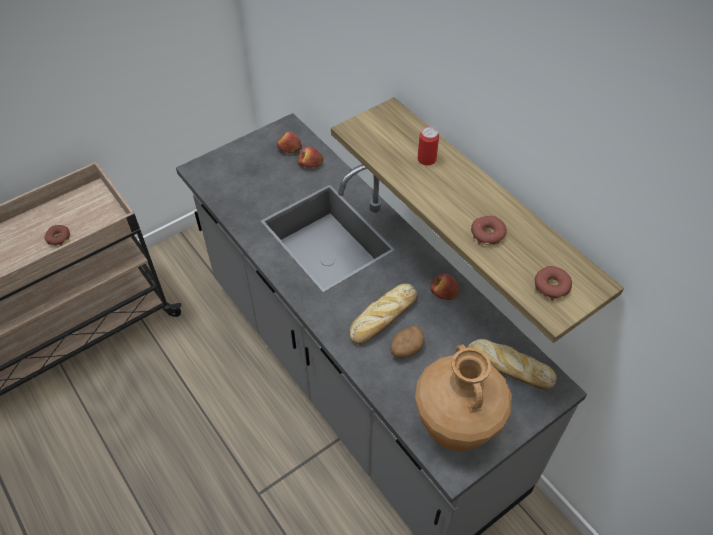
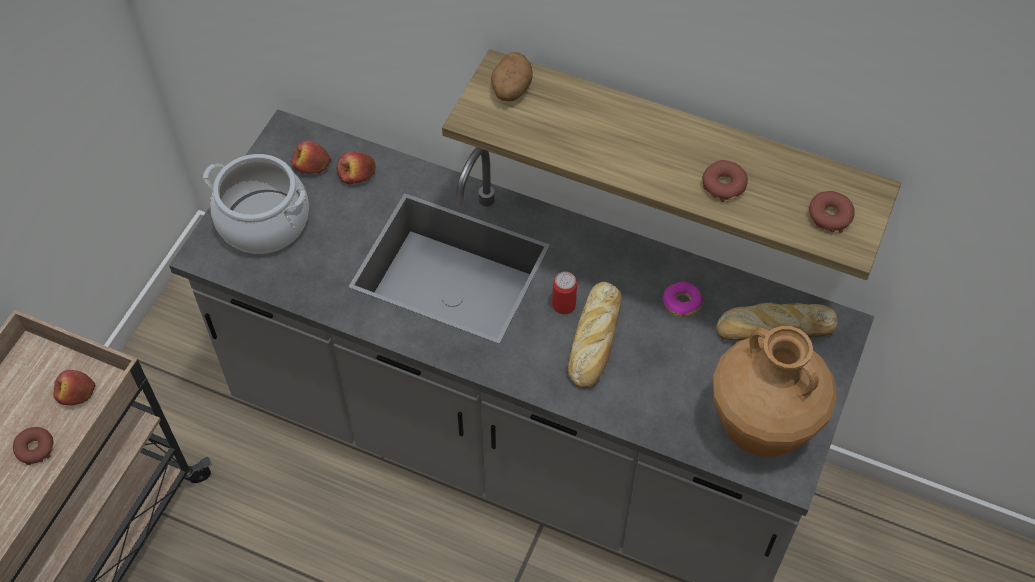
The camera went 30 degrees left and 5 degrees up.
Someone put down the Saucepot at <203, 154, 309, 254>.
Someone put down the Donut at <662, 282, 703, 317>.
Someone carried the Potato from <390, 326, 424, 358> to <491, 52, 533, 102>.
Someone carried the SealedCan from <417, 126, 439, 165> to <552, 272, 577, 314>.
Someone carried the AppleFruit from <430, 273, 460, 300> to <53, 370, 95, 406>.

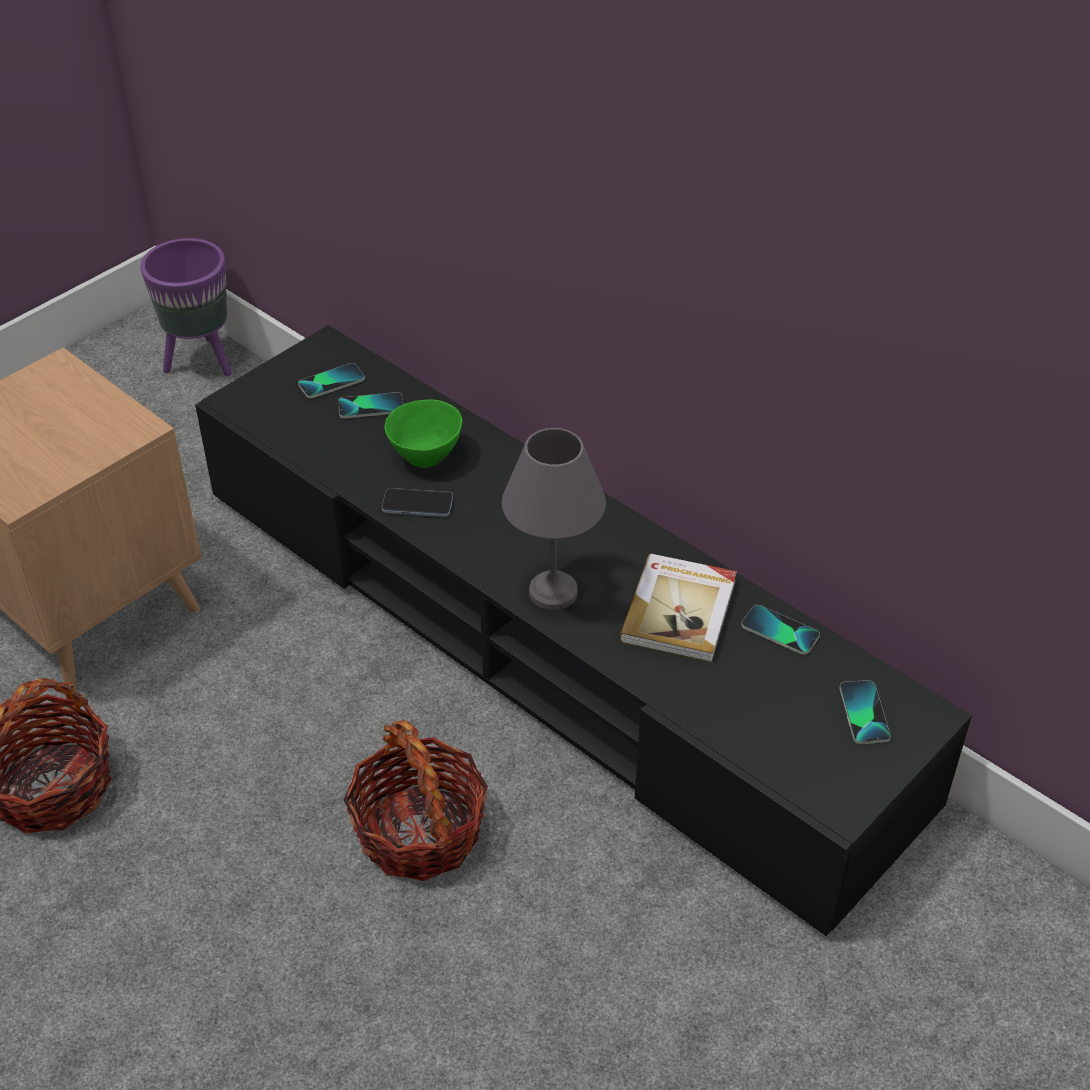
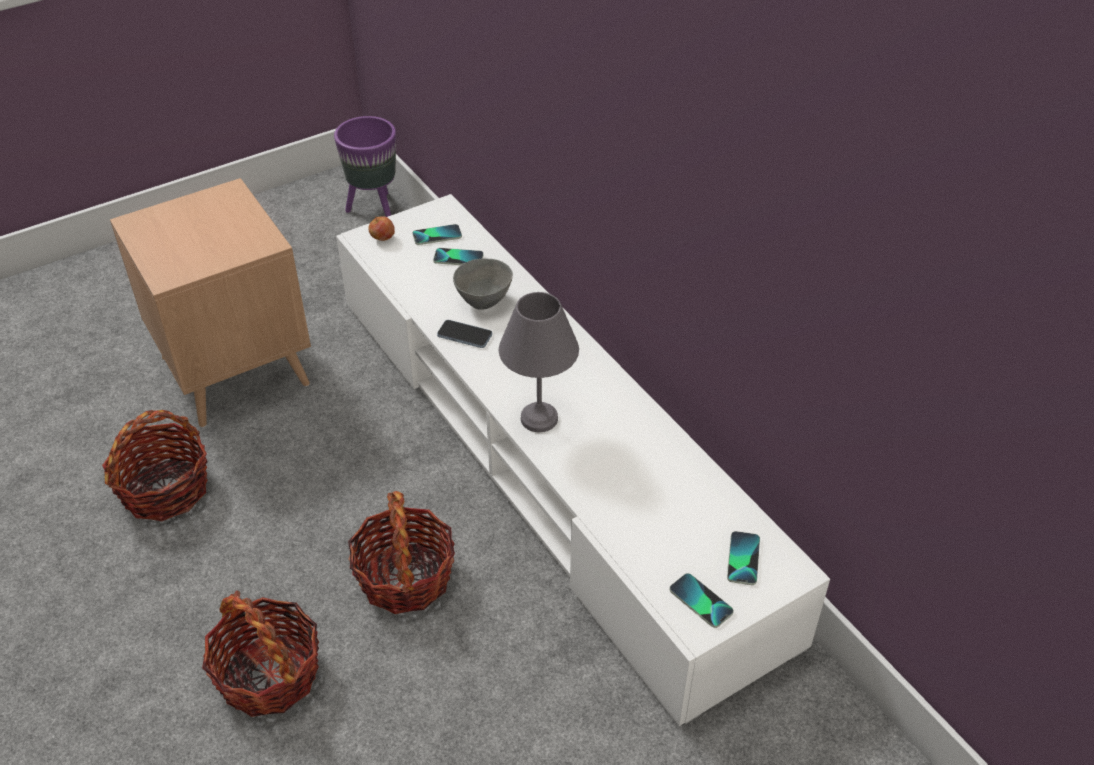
The camera went 15 degrees right and 0 degrees up.
Someone took away the BoundBook at <619, 554, 737, 663>.
Someone put down the StorageBasket at <202, 590, 319, 717>.
Someone put down the AppleFruit at <368, 216, 395, 241>.
Someone carried the Handset from <742, 605, 820, 655> to <669, 573, 734, 628>.
Someone repainted the BlackishTvStand at <195, 325, 972, 936>, which became the WhitishTvStand at <336, 194, 830, 726>.
Someone repainted the GreenishServingBowl at <385, 399, 463, 468>, which became the GrayServingBowl at <453, 258, 513, 310>.

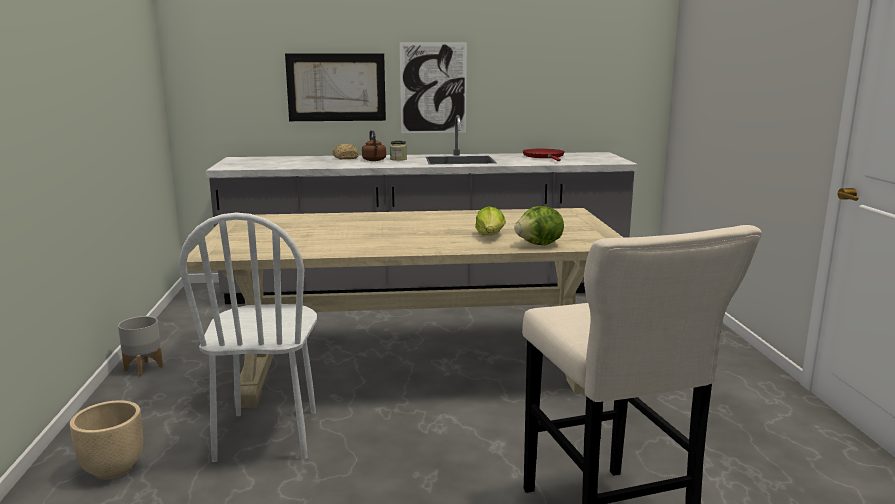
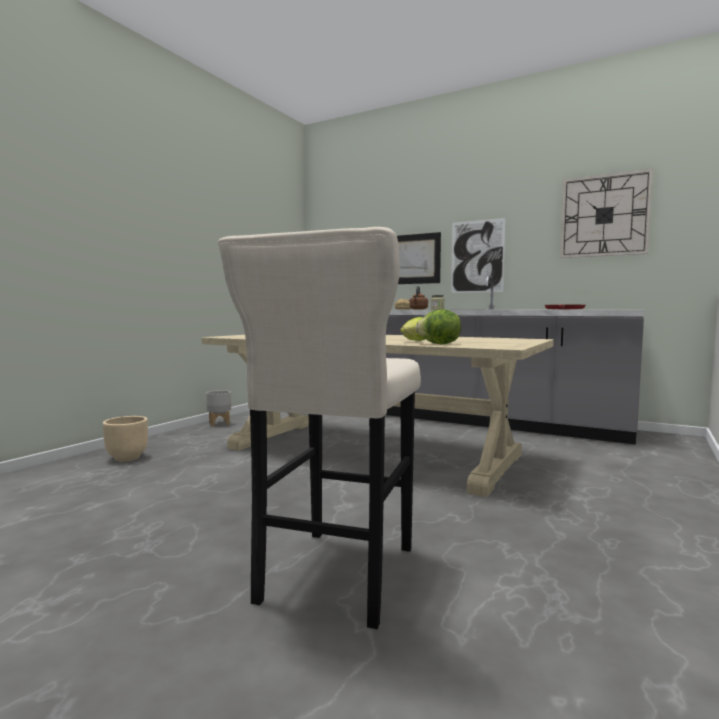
The camera went 35 degrees right and 10 degrees down.
Someone took away the WhitishChair at <179, 213, 317, 462>.
Someone put up the ClockOnTheWall at <560, 169, 653, 258>.

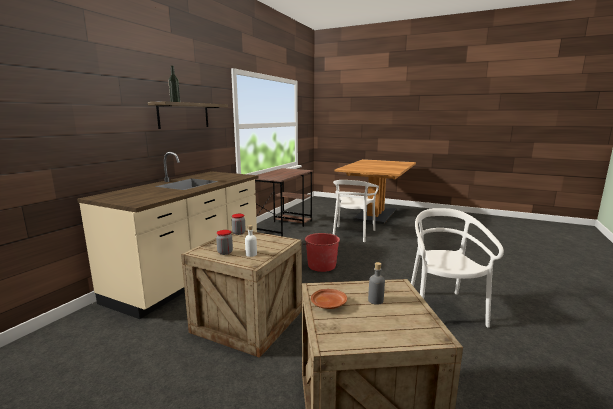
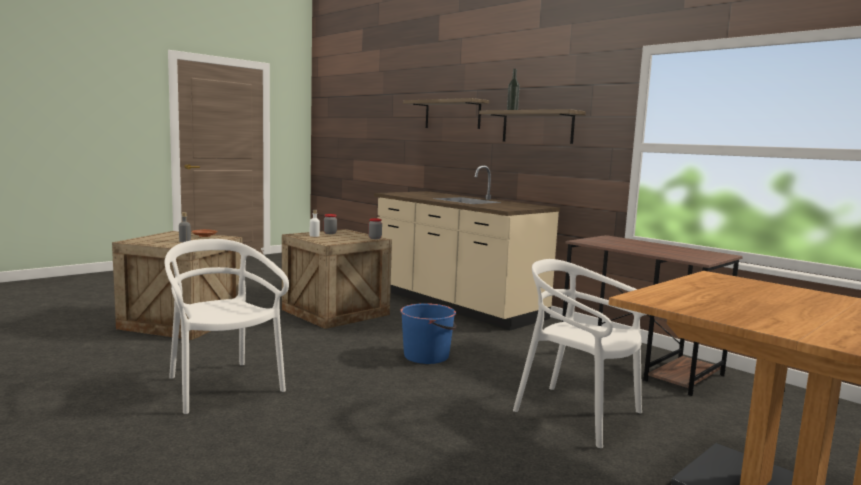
The camera went 110 degrees right and 5 degrees down.
Someone put up the Shelf at <403, 98, 489, 129>.
Someone repainted the RedBucket at <303, 233, 340, 272>, which became the BluishBucket at <400, 303, 457, 364>.
Someone rotated the WhitishChair at <411, 208, 504, 328> by 150 degrees counterclockwise.

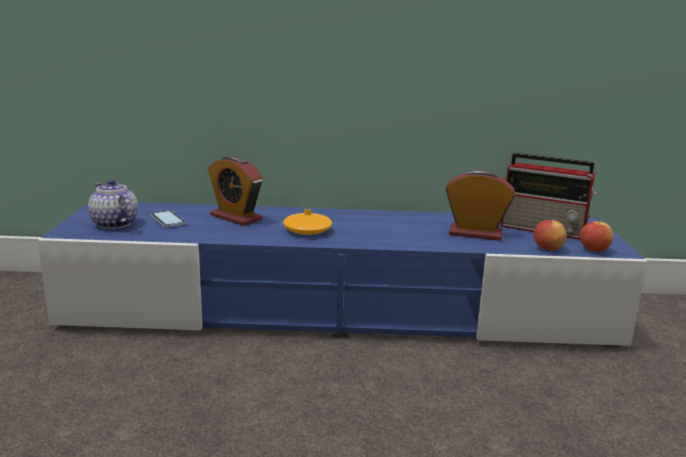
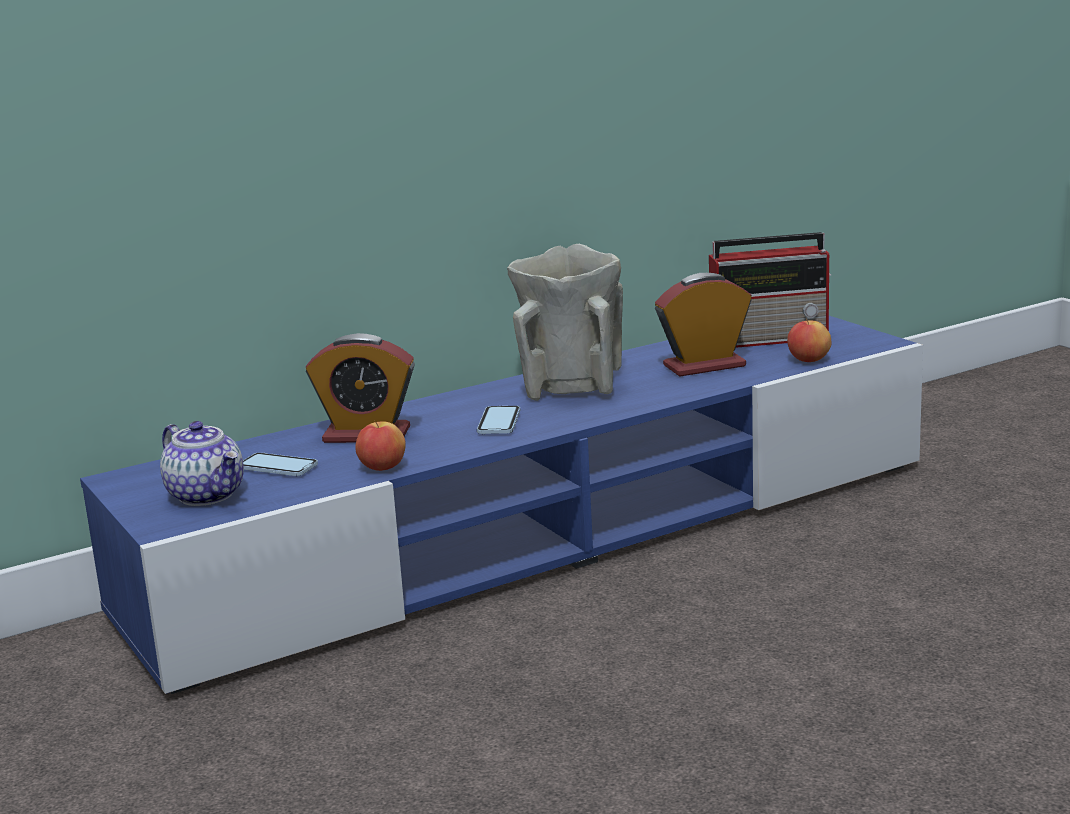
The camera went 30 degrees left and 0 degrees up.
Someone put down the BeigeColouredVase at <507, 244, 623, 401>.
Someone carried the AppleFruit from <580, 220, 614, 252> to <355, 421, 406, 471>.
Someone swapped the OrangeColouredVase at <283, 209, 332, 235> for the Handset at <477, 406, 520, 434>.
Someone rotated the Teapot at <88, 179, 138, 229> by 150 degrees counterclockwise.

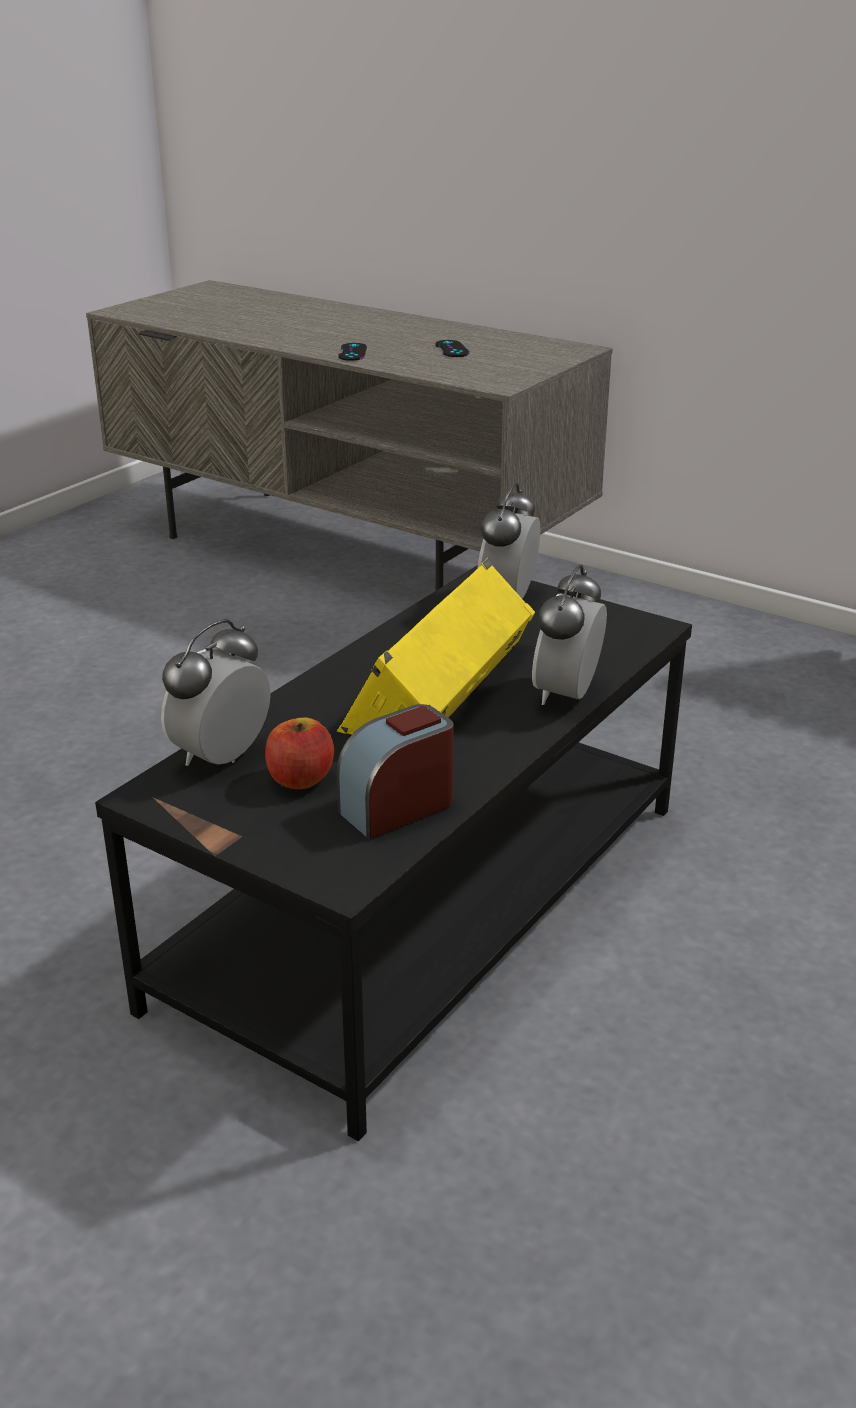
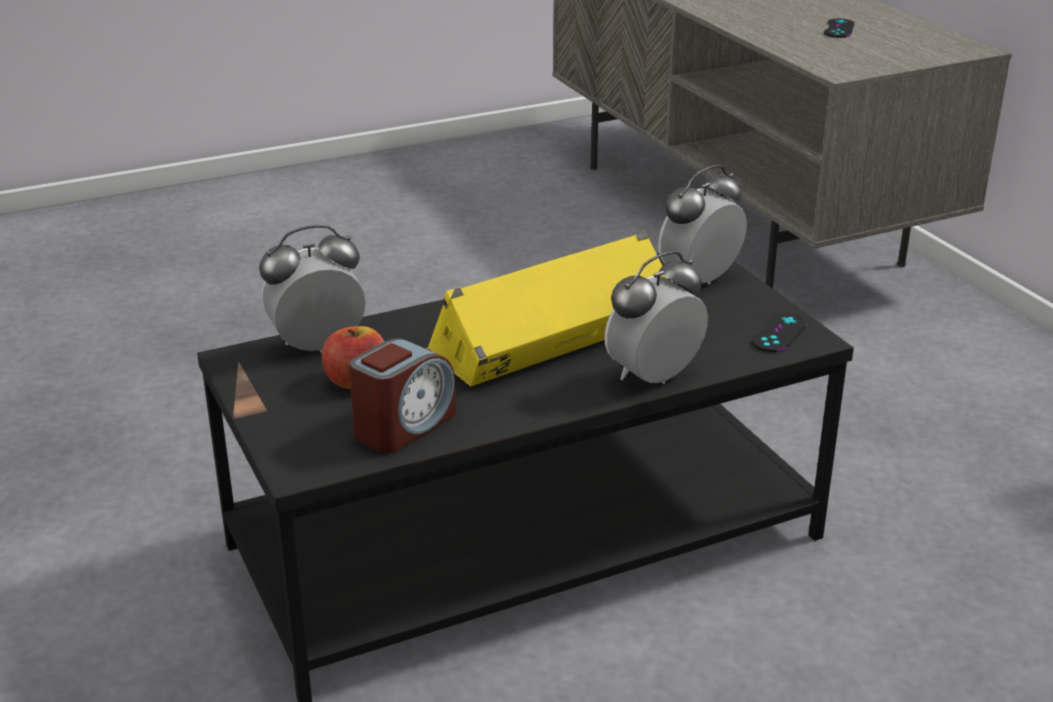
The camera went 30 degrees right and 0 degrees up.
Someone carried the BlackishGamepad from <338, 343, 367, 361> to <752, 313, 807, 352>.
Someone rotated the TableClock at <336, 704, 454, 839> by 135 degrees clockwise.

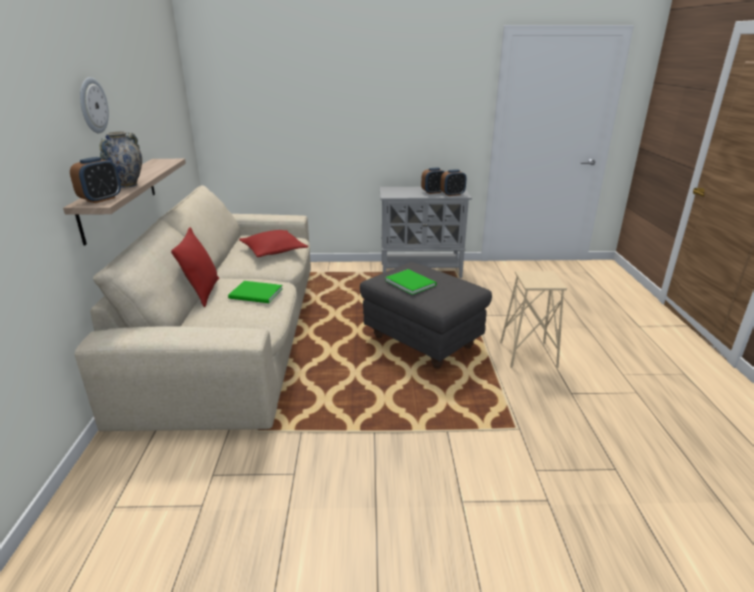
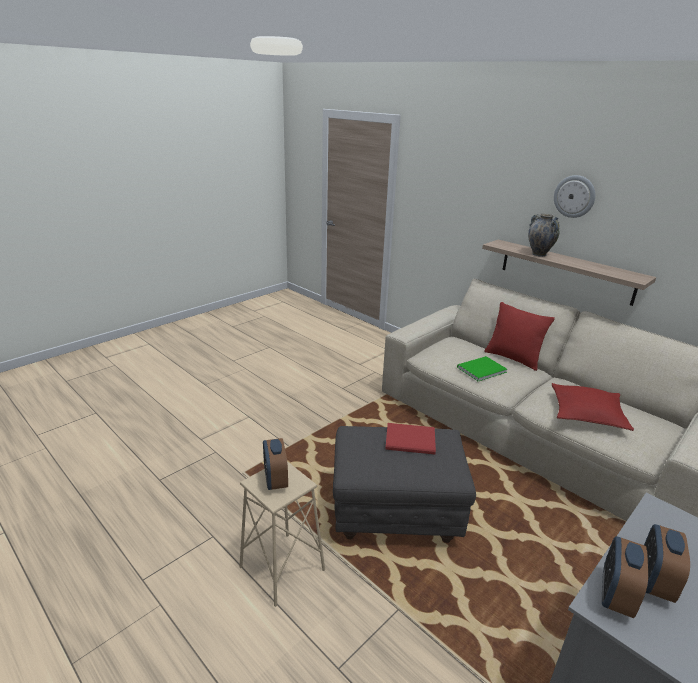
The camera went 135 degrees right and 0 degrees up.
Someone carried the TableClock from <70, 157, 121, 203> to <263, 438, 288, 490>.
Someone repainted the GreenishBoundBook at <385, 269, 437, 295>, which became the RedBoundBook at <385, 423, 436, 455>.

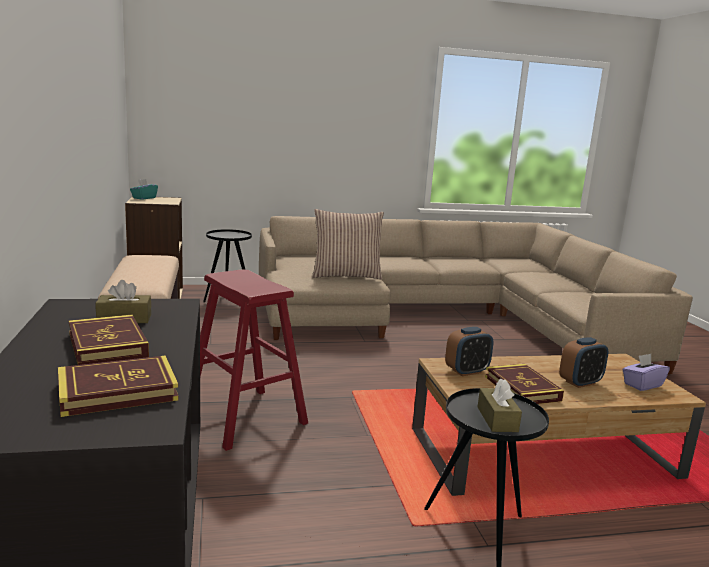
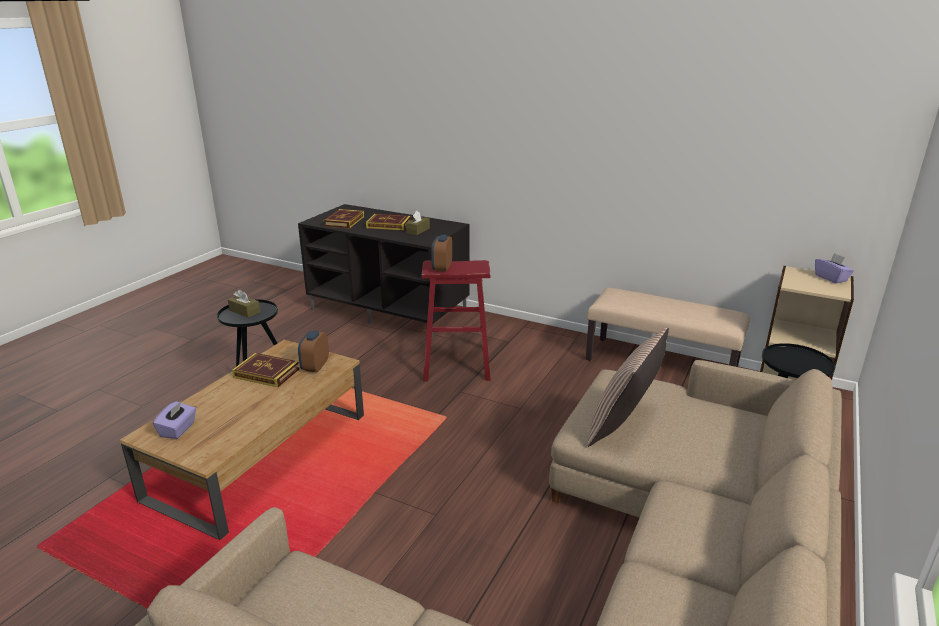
The camera went 130 degrees right and 10 degrees up.
Someone carried the TableClock from <559, 337, 609, 388> to <431, 235, 452, 272>.
Someone repainted the TurquoiseColouredBoxOfTissues at <130, 179, 158, 200>, which became the PurpleColouredBoxOfTissues at <815, 253, 854, 284>.

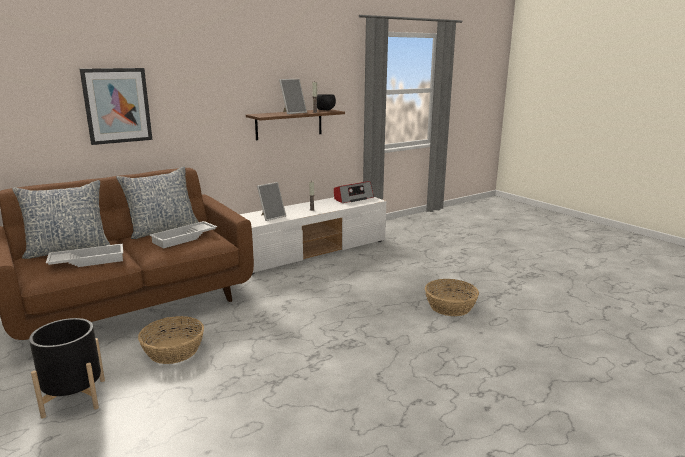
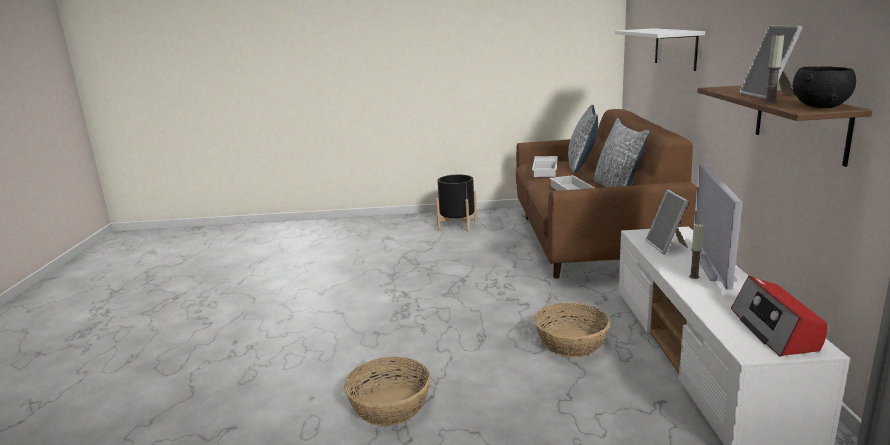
The camera went 125 degrees right and 0 degrees up.
Someone put down the TvSet at <694, 163, 742, 290>.
Someone carried the StorageBasket from <138, 316, 204, 364> to <534, 302, 610, 357>.
Someone swapped the WallPicture at <80, 68, 152, 145> for the WhitishShelf at <615, 28, 705, 71>.

